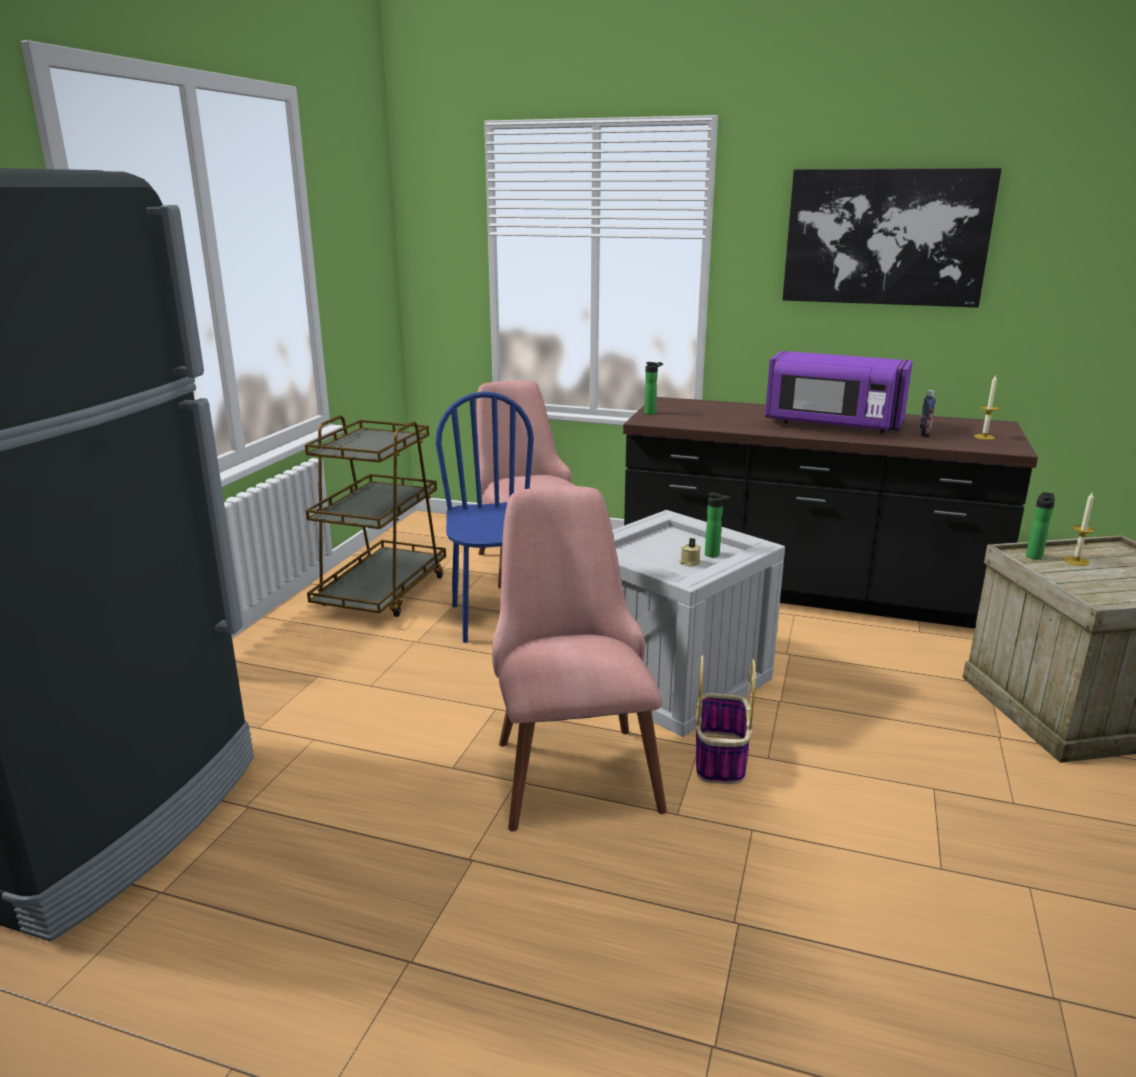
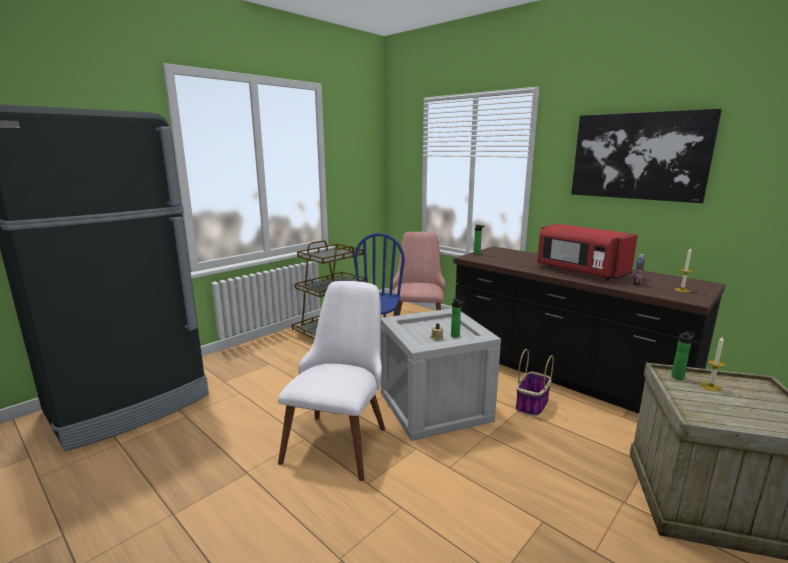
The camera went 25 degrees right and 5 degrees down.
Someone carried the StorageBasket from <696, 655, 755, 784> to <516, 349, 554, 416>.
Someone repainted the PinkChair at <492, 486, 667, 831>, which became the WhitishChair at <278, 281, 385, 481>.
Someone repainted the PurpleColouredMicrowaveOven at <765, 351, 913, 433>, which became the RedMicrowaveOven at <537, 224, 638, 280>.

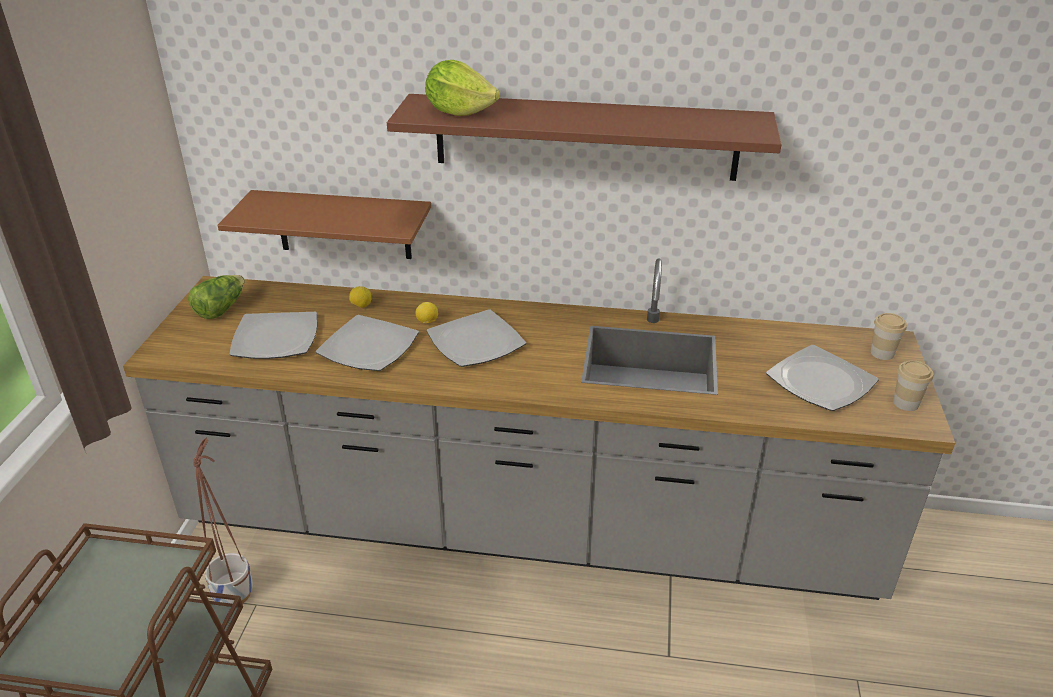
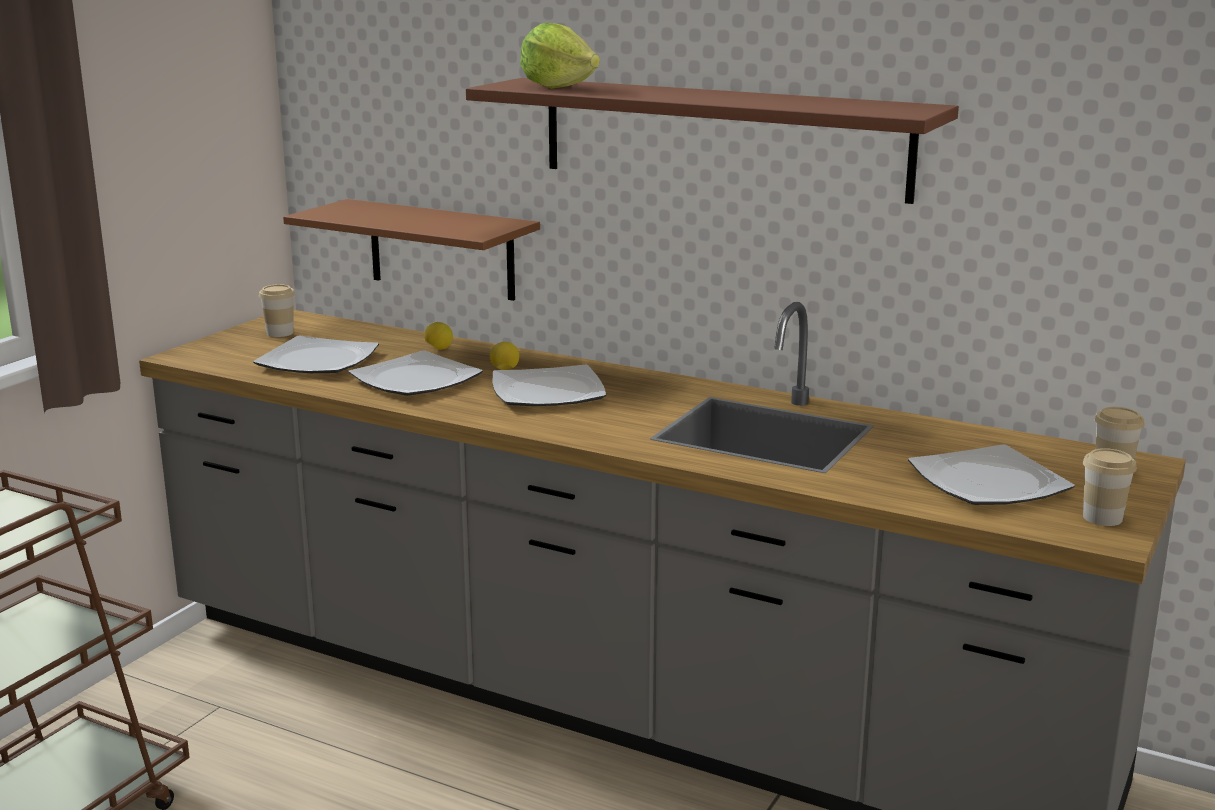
The camera went 20 degrees right and 15 degrees down.
Someone took away the Planter at <193, 437, 253, 604>.
Someone swapped the Lettuce at <188, 275, 245, 319> for the SmallCup at <259, 284, 295, 337>.

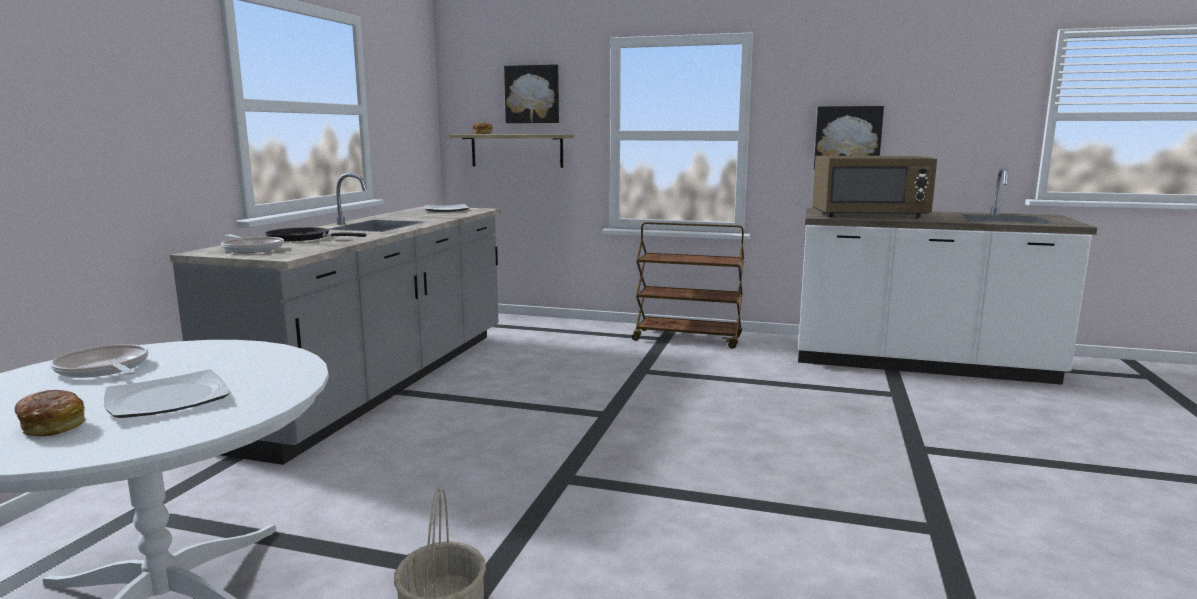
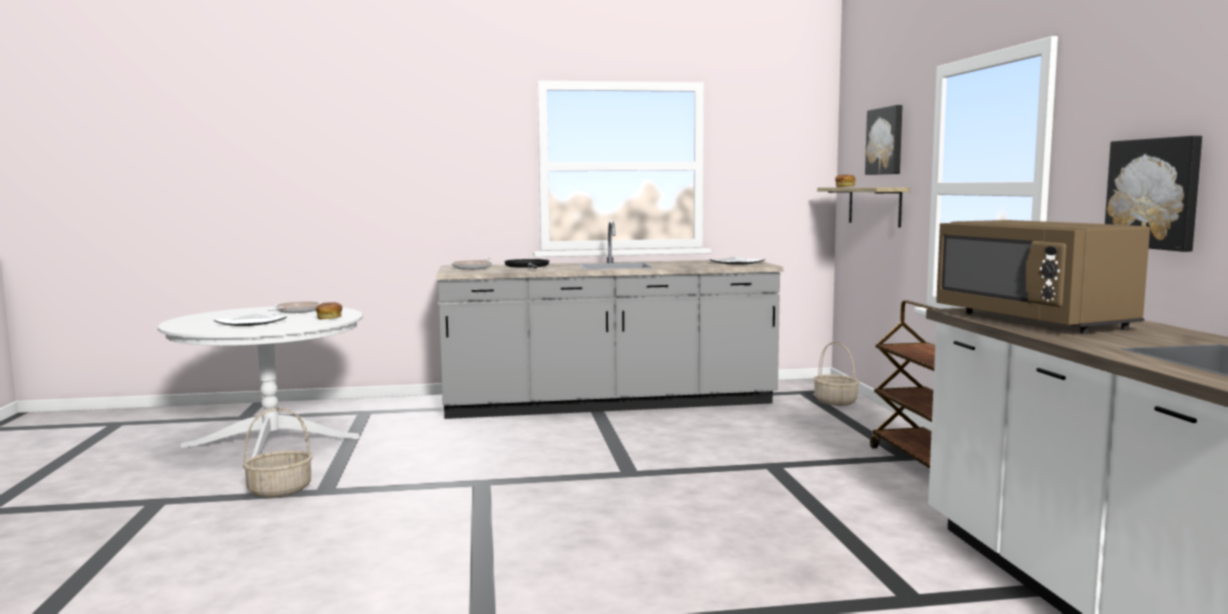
The camera went 65 degrees right and 5 degrees down.
Someone put down the StorageBasket at <813, 342, 860, 406>.
Someone carried the BakedBread from <15, 390, 87, 436> to <315, 302, 342, 320>.

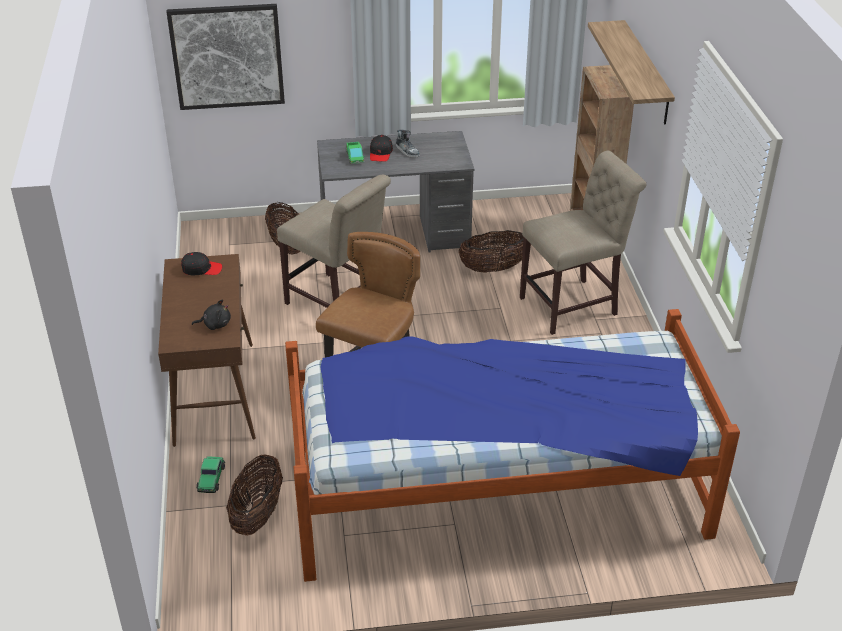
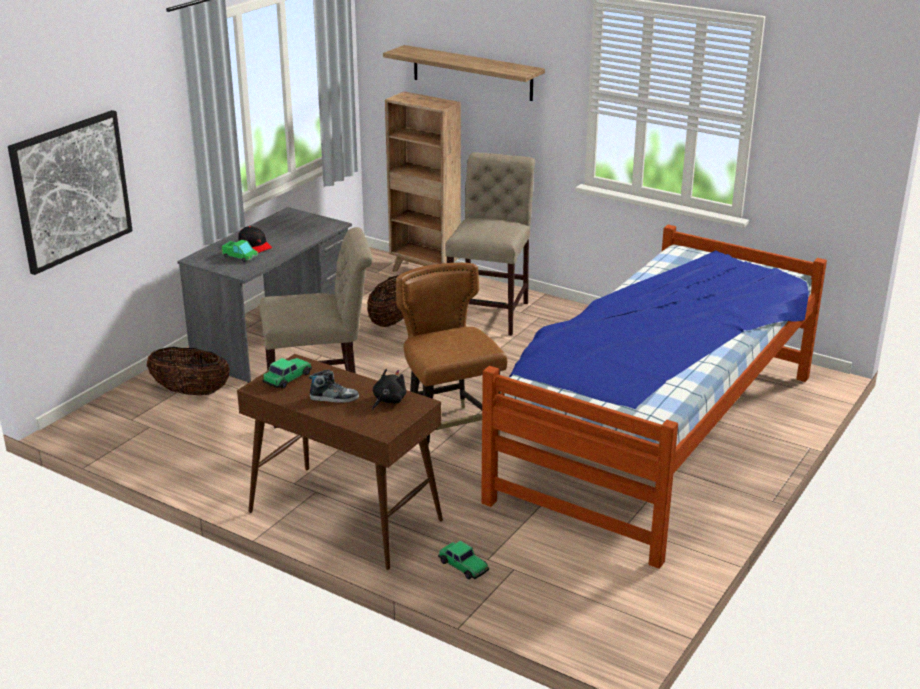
The camera went 50 degrees left and 10 degrees down.
Someone took away the StorageBasket at <226, 454, 283, 536>.
Someone carried the ItemOfFootwear from <396, 130, 420, 158> to <309, 369, 359, 403>.
Someone swapped the BlackishPeakedCap at <181, 252, 222, 275> for the ToyCar at <263, 358, 312, 388>.

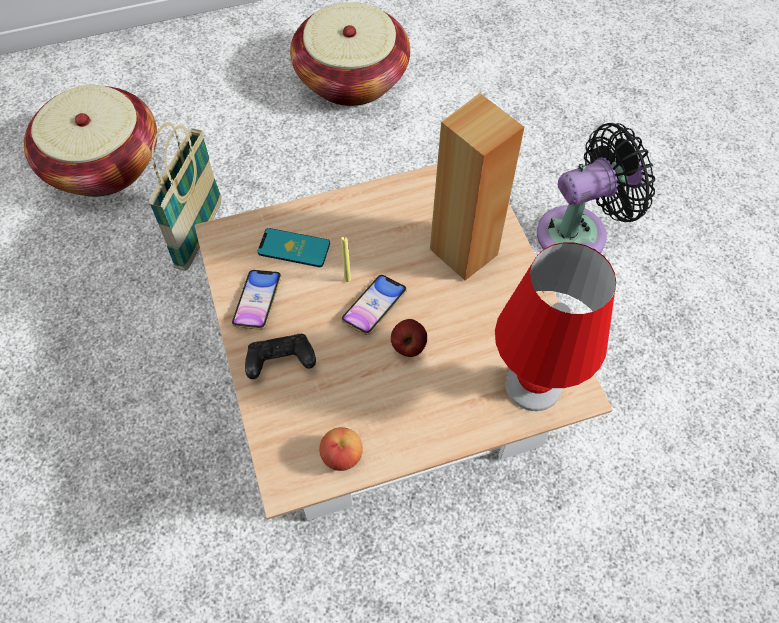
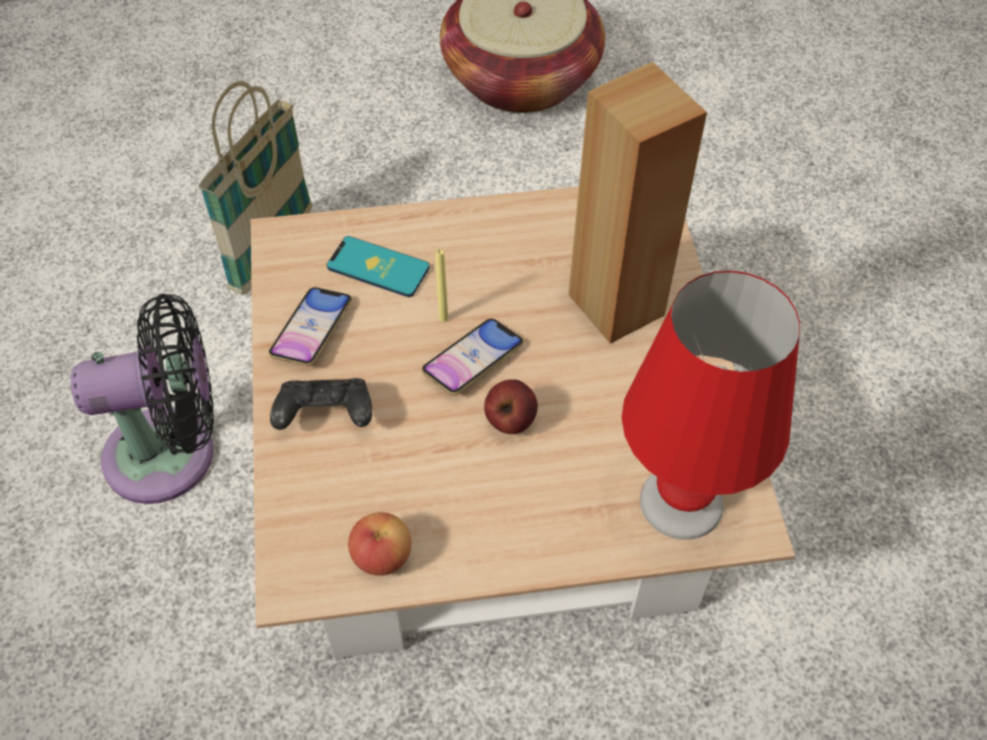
The camera went 10 degrees right and 5 degrees down.
Someone took away the StorageBasket at <24, 85, 157, 197>.
Someone carried the BlackishFan from <537, 123, 655, 253> to <71, 294, 214, 504>.

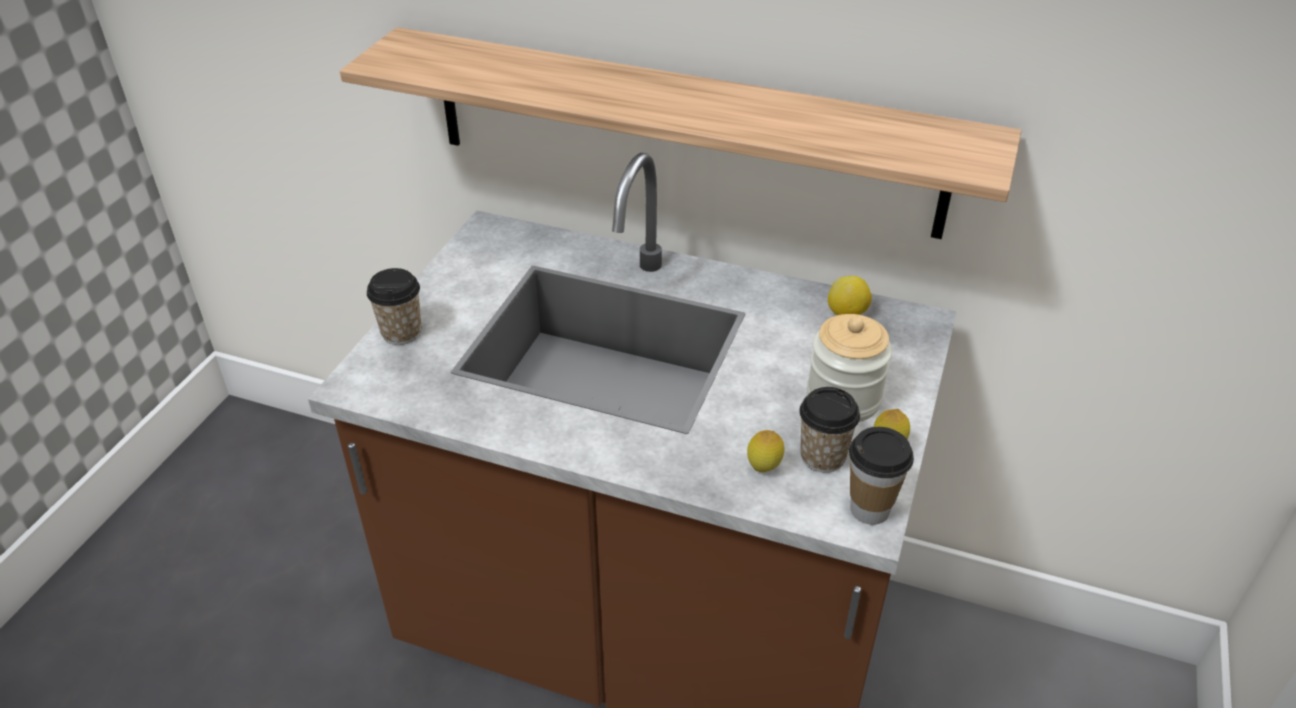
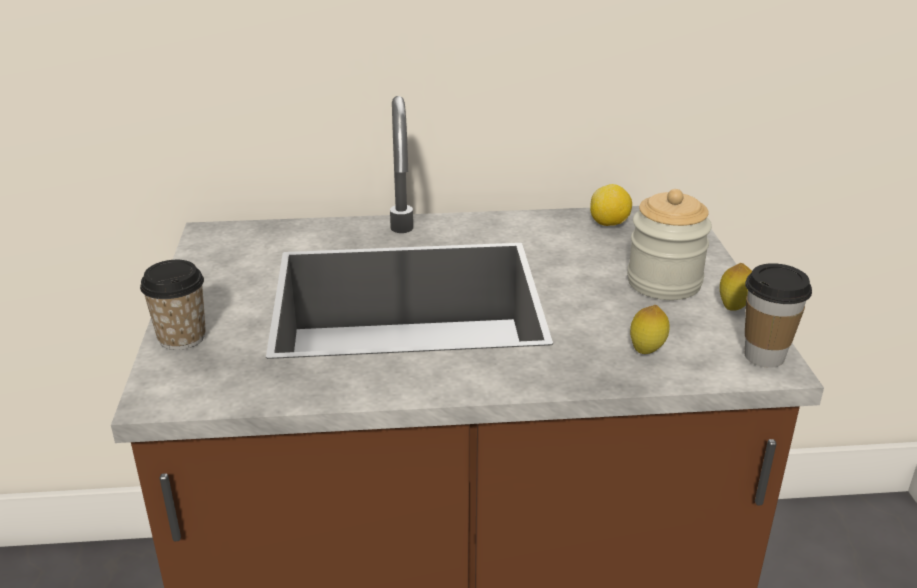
The camera went 25 degrees left and 10 degrees down.
Someone took away the Shelf at <340, 27, 1022, 239>.
Someone took away the SmallCup at <799, 387, 860, 473>.

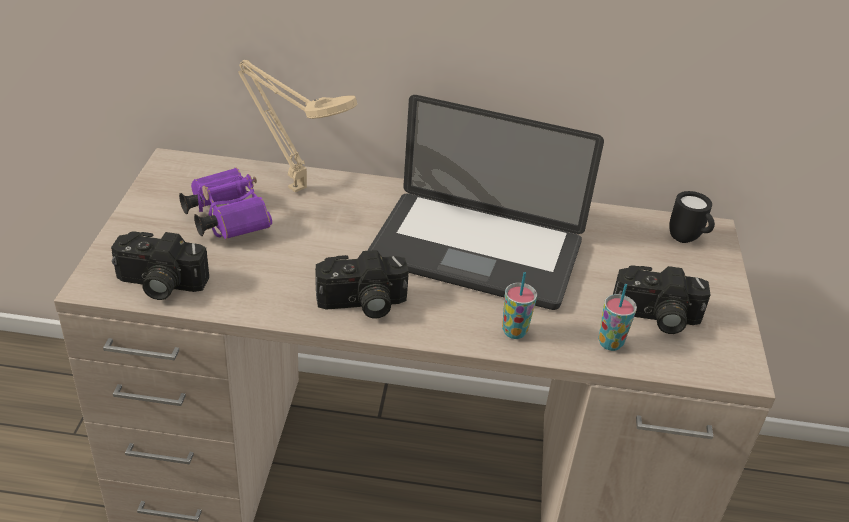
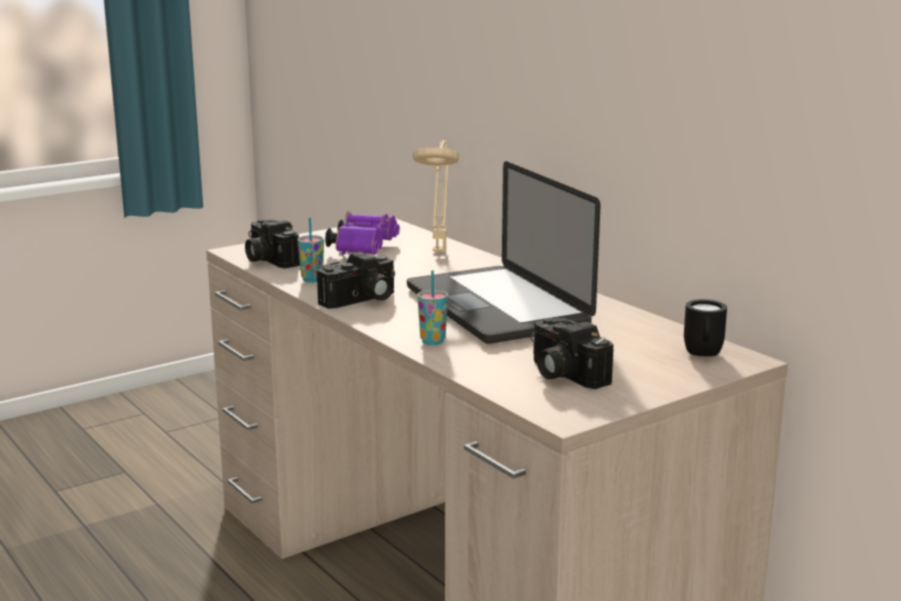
The camera went 50 degrees right and 20 degrees down.
Someone carried the SmallCup from <598, 284, 637, 351> to <297, 218, 324, 283>.
Someone rotated the StillCamera at <315, 250, 409, 319> by 75 degrees counterclockwise.

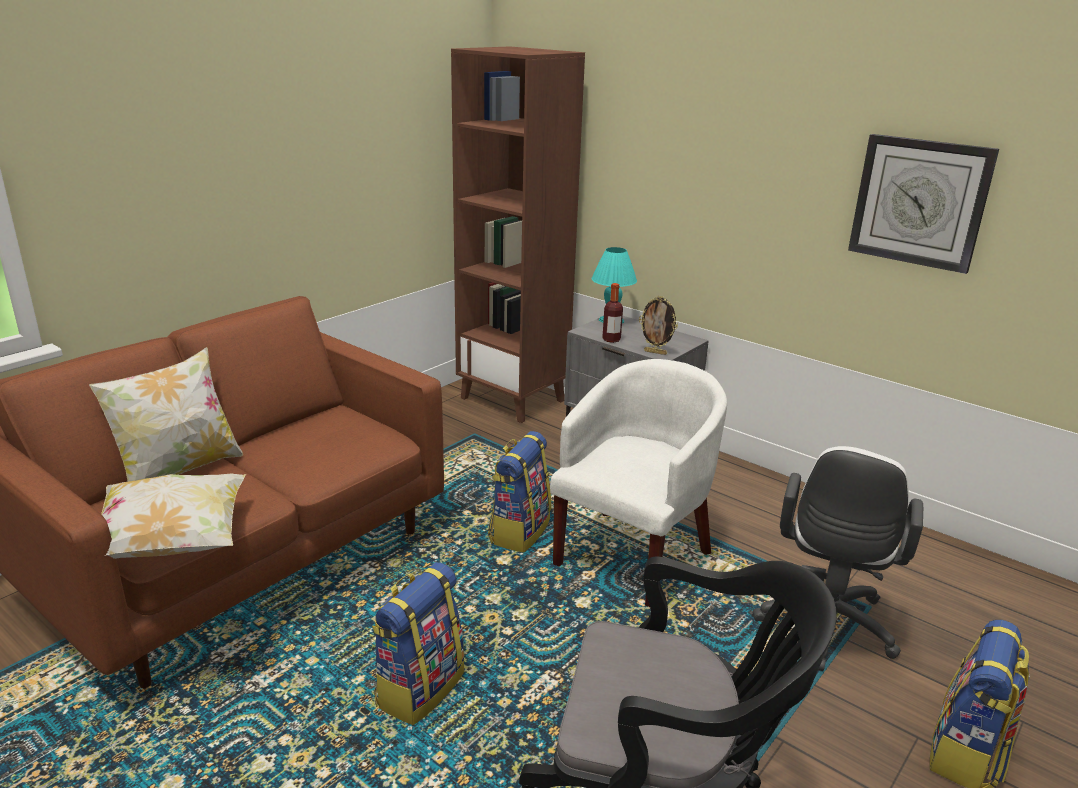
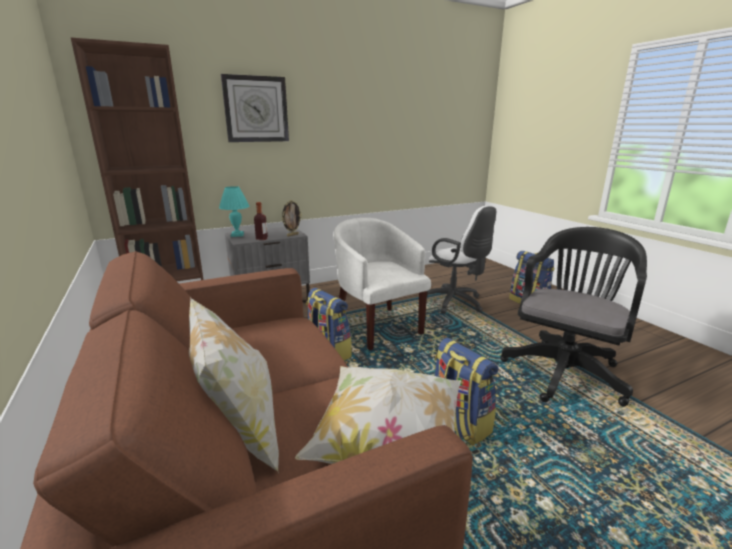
The camera went 65 degrees left and 5 degrees down.
Someone carried the ClockOnTheWall from <848, 134, 999, 274> to <221, 74, 289, 142>.

